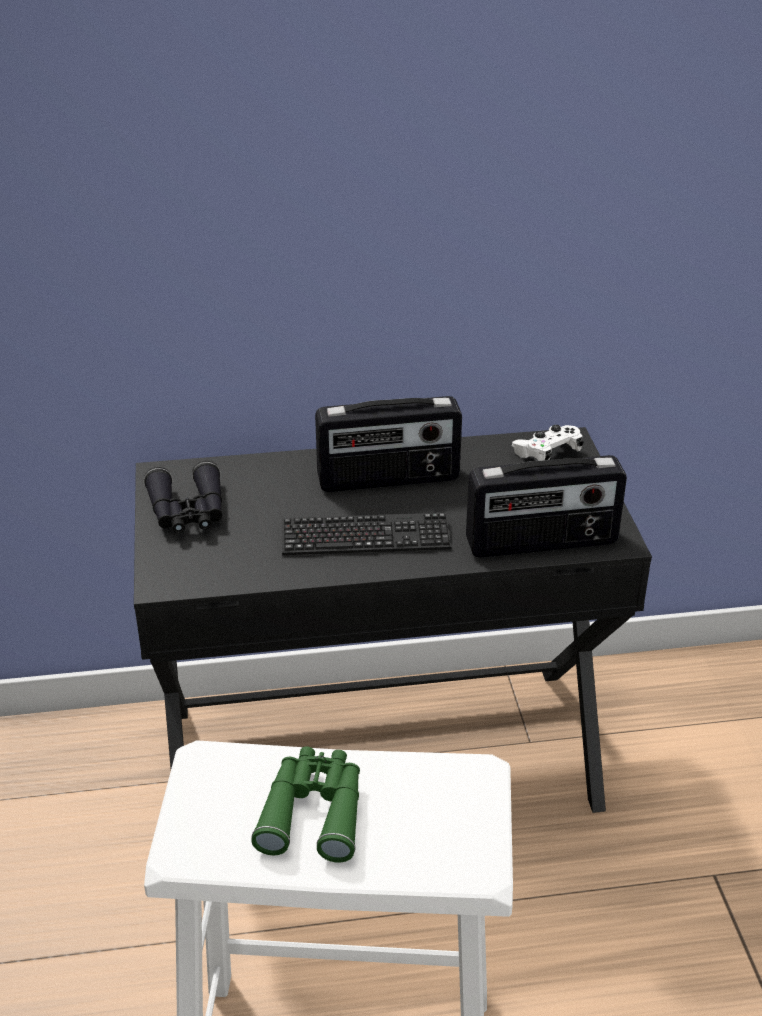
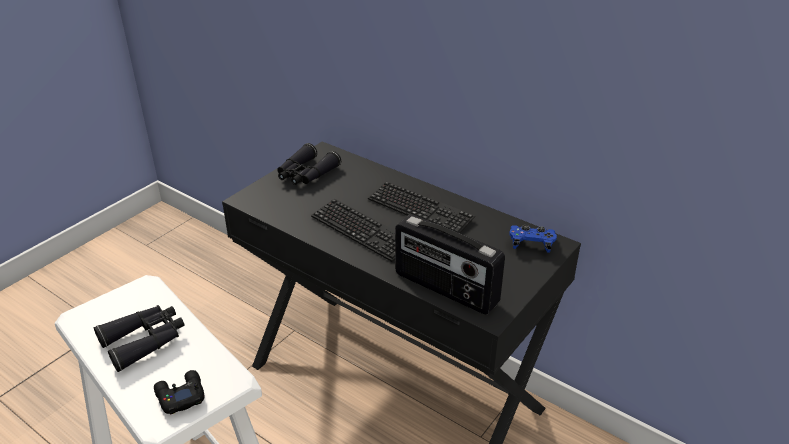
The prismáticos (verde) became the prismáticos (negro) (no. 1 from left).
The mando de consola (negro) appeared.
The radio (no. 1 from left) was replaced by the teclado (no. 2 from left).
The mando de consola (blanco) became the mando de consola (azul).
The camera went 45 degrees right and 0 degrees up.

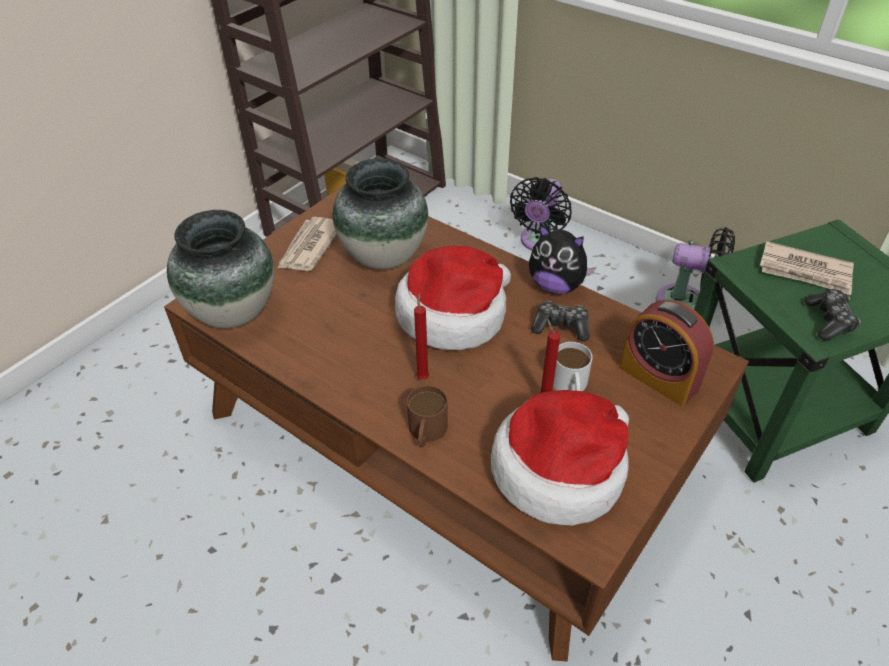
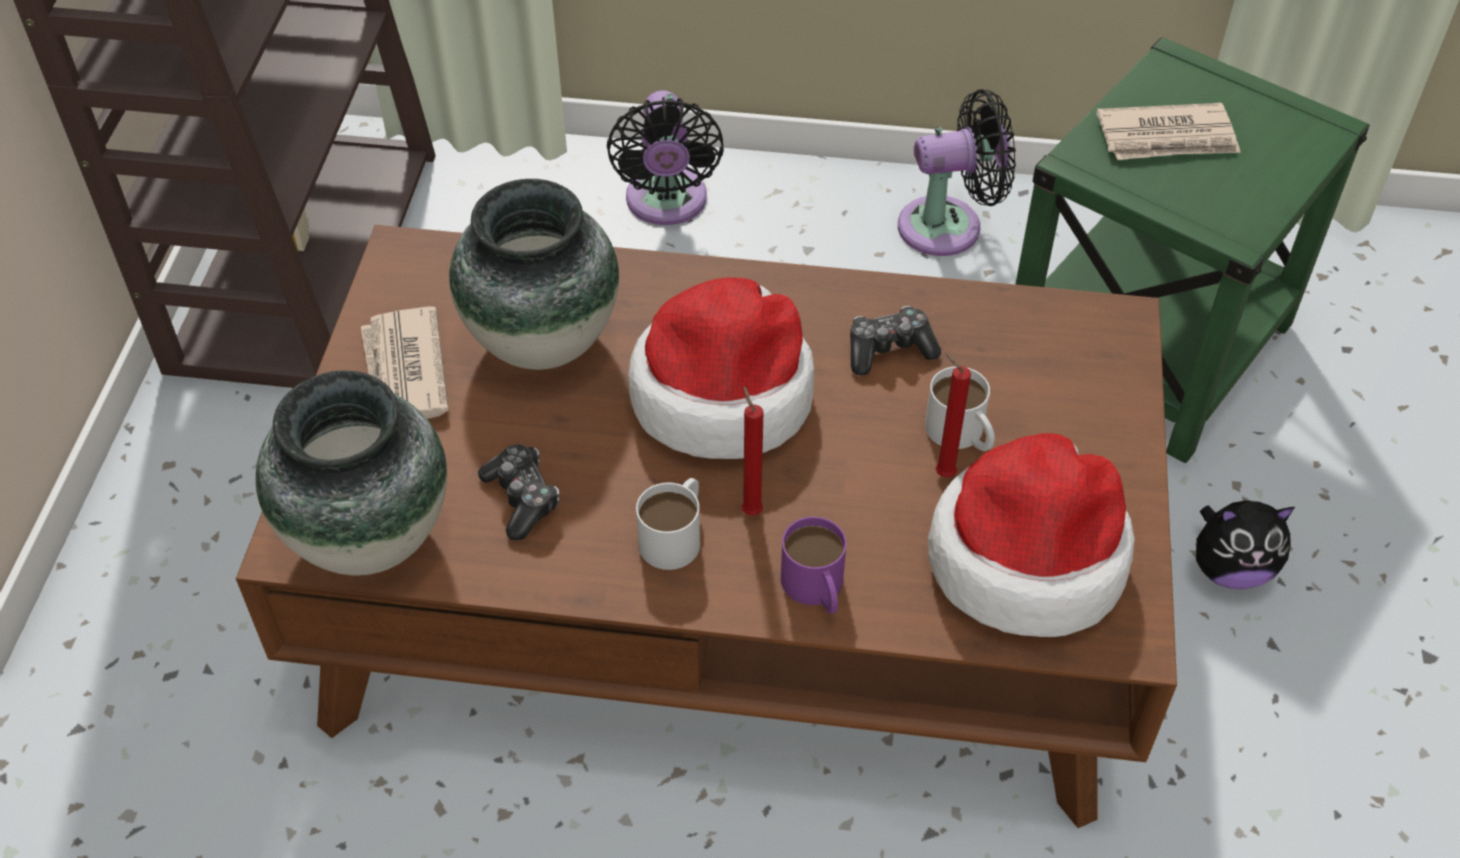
The mando de consola (no. 2 from left in the first image) moved.
The taza grande (blanco) (no. 1 from left) appeared.
The taza grande (marrón) became the taza grande (morado).
The peluche moved.
The despertador disappeared.
The camera went 30 degrees left and 5 degrees up.

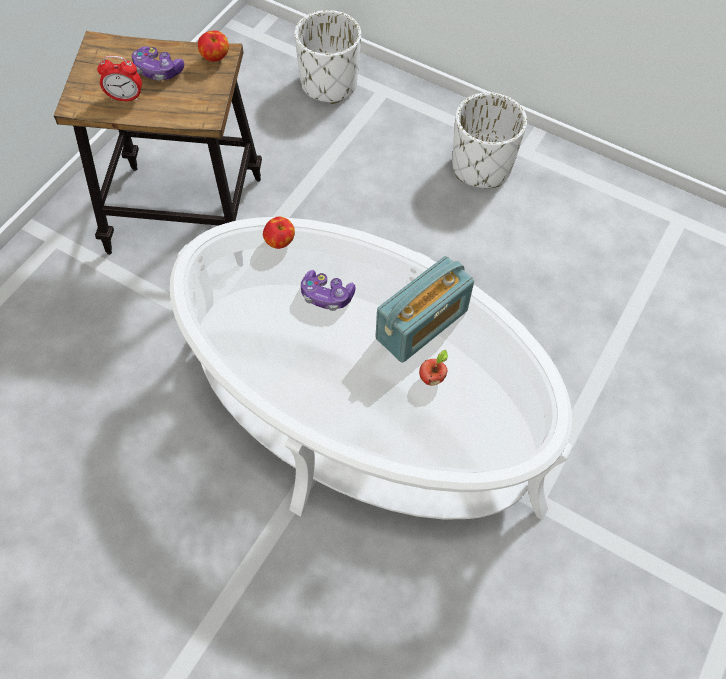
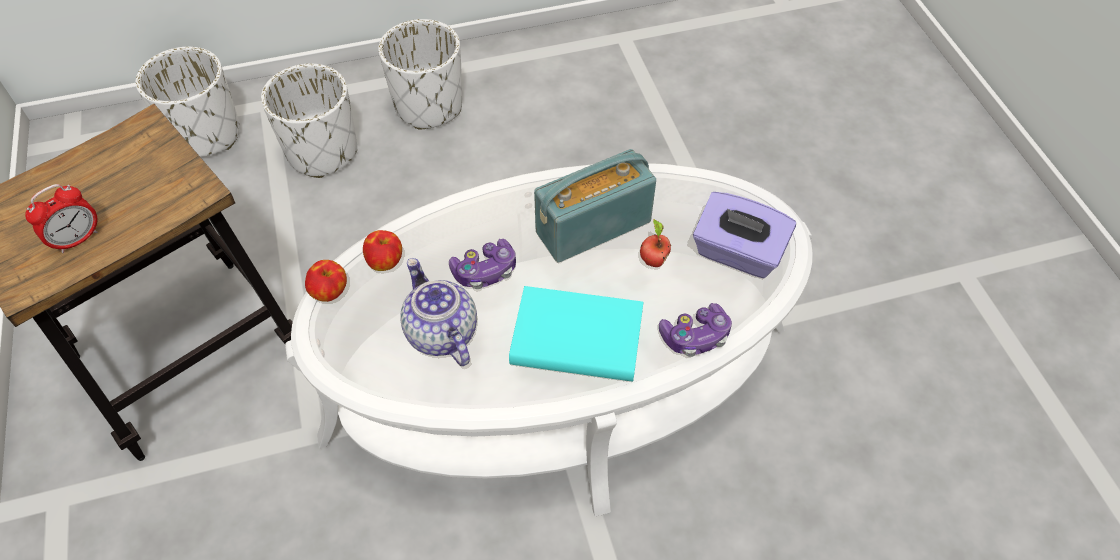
The maceta (blanco) (no. 2 from left) appeared.
The manzana (no. 1 from left) moved.
The tetera appeared.
The libro (turquesa) appeared.
The radio turned 120 degrees counterclockwise.
The mando de consola (no. 1 from left in the first image) moved.
The caja de pañuelos (morado) appeared.
The camera went 45 degrees left and 5 degrees down.

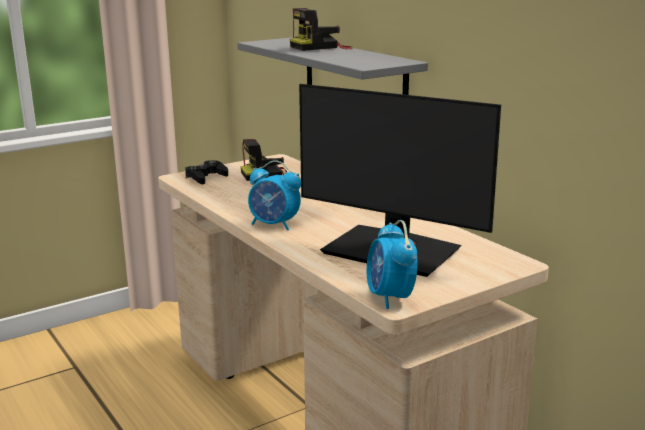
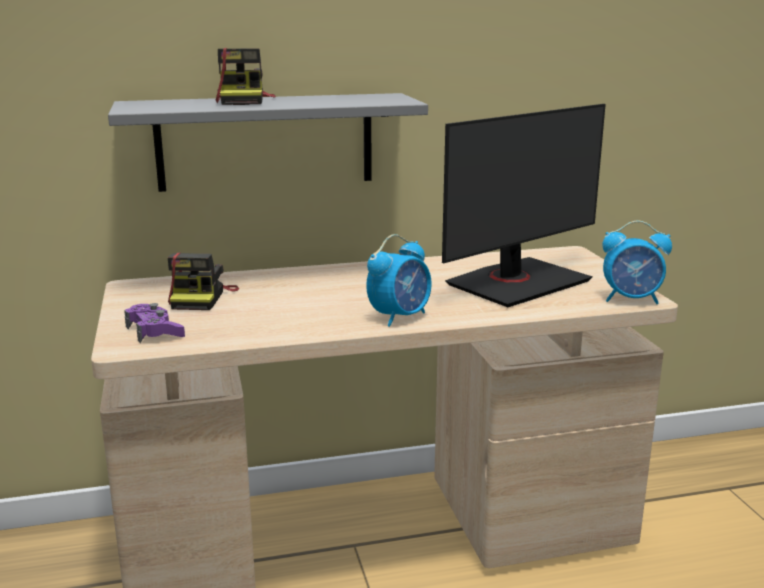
The mando de consola (negro) became the mando de consola (morado).
The camera went 70 degrees left and 0 degrees up.

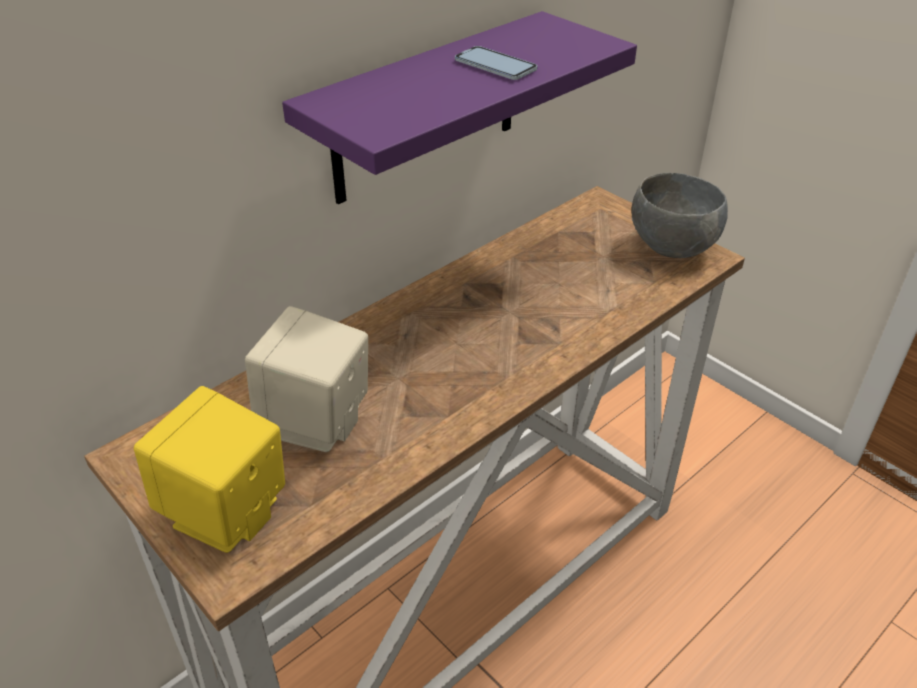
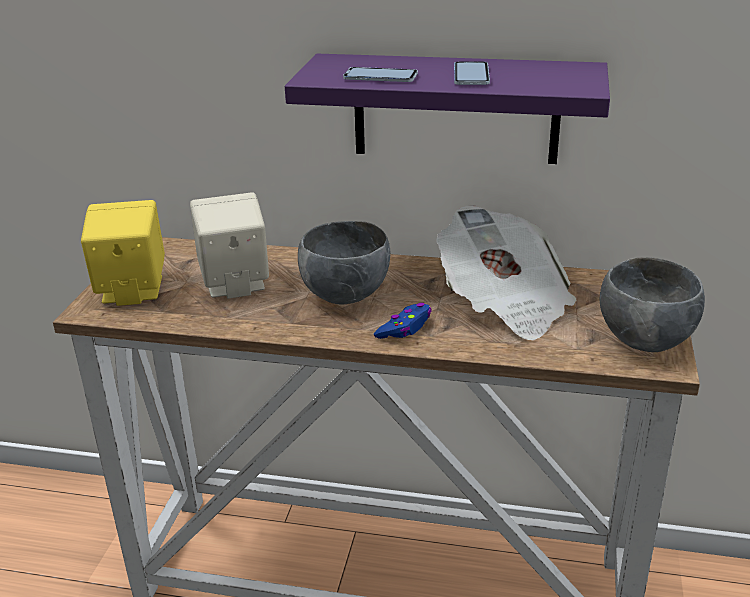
The cuenco (gris) (no. 1 from left) appeared.
The móvil (no. 1 from left) appeared.
The mando de consola (azul) appeared.
The periódico appeared.
The camera went 55 degrees right and 10 degrees down.

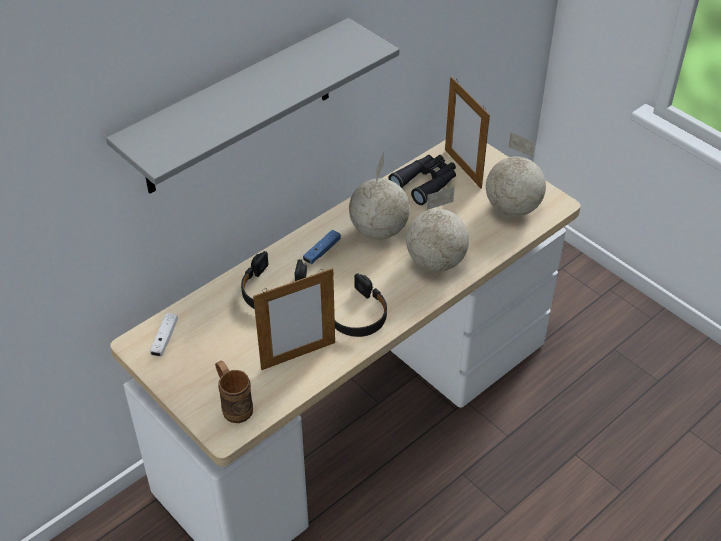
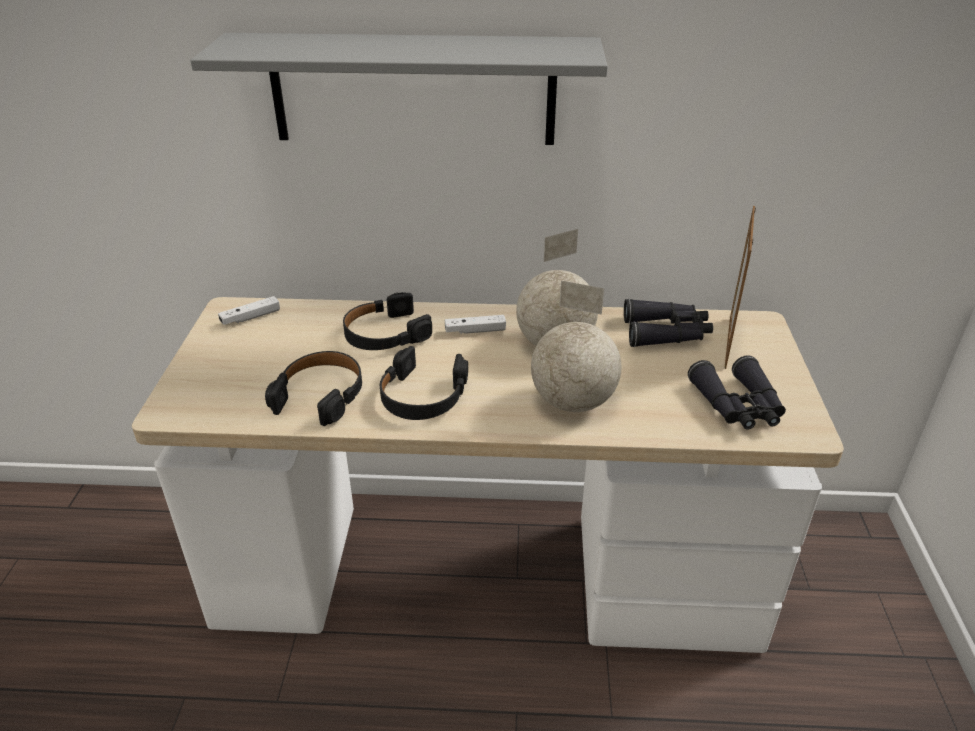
The portarretratos (no. 1 from left) was replaced by the auriculares (negro) (no. 1 from left).
The mando de consola (azul) became the mando de consola (blanco) (no. 2 from left).
The globo terráqueo (no. 3 from left) was replaced by the prismáticos (negro) (no. 2 from left).
The taza grande (marrón) disappeared.
The camera went 45 degrees right and 10 degrees down.

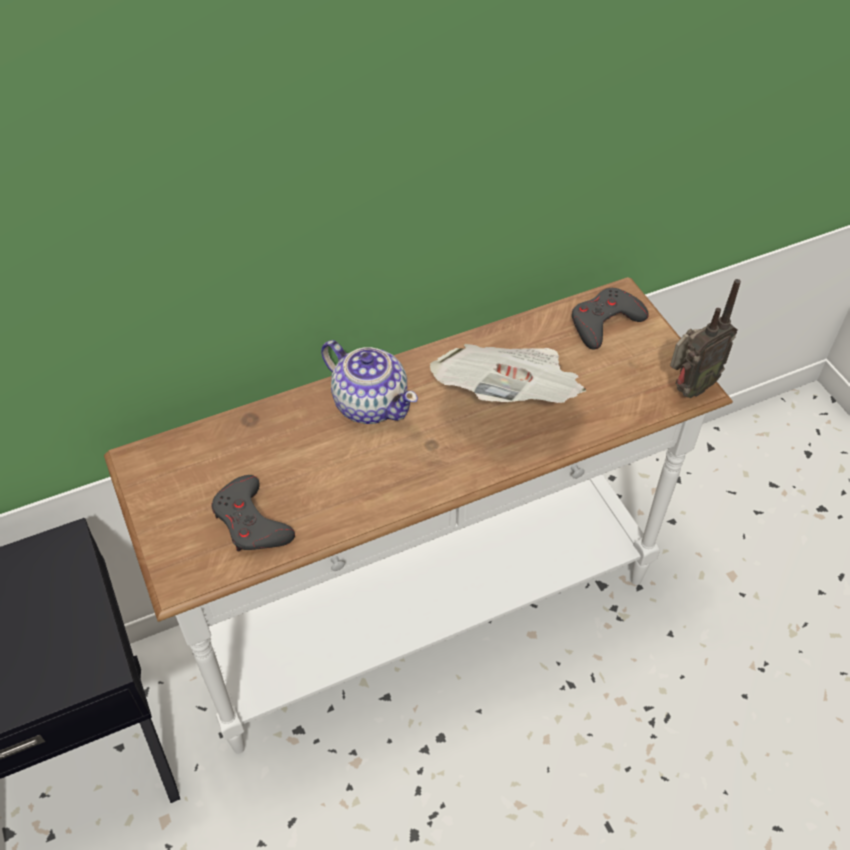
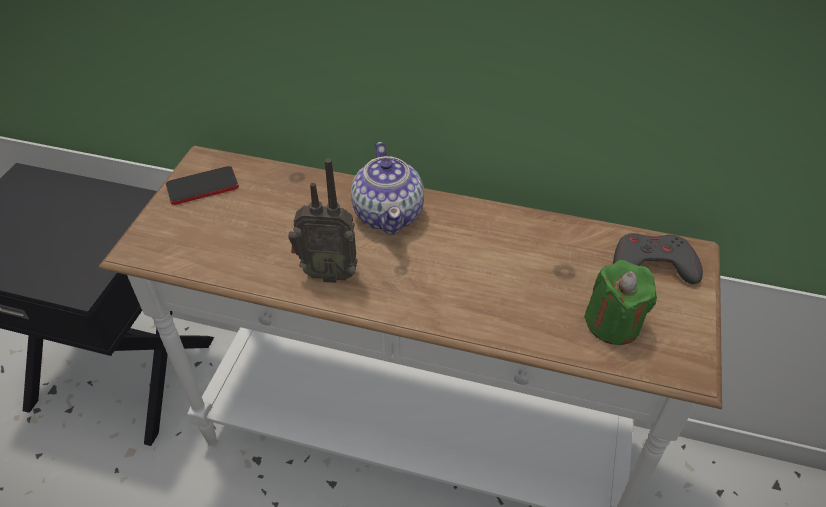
The móvil appeared.
The radio moved.
The vela (verde) appeared.
The mando de consola (gris) (no. 1 from left) disappeared.
The periódico disappeared.
The camera went 40 degrees right and 5 degrees down.

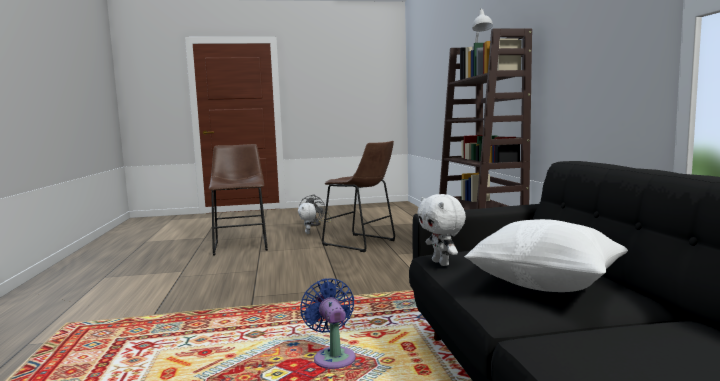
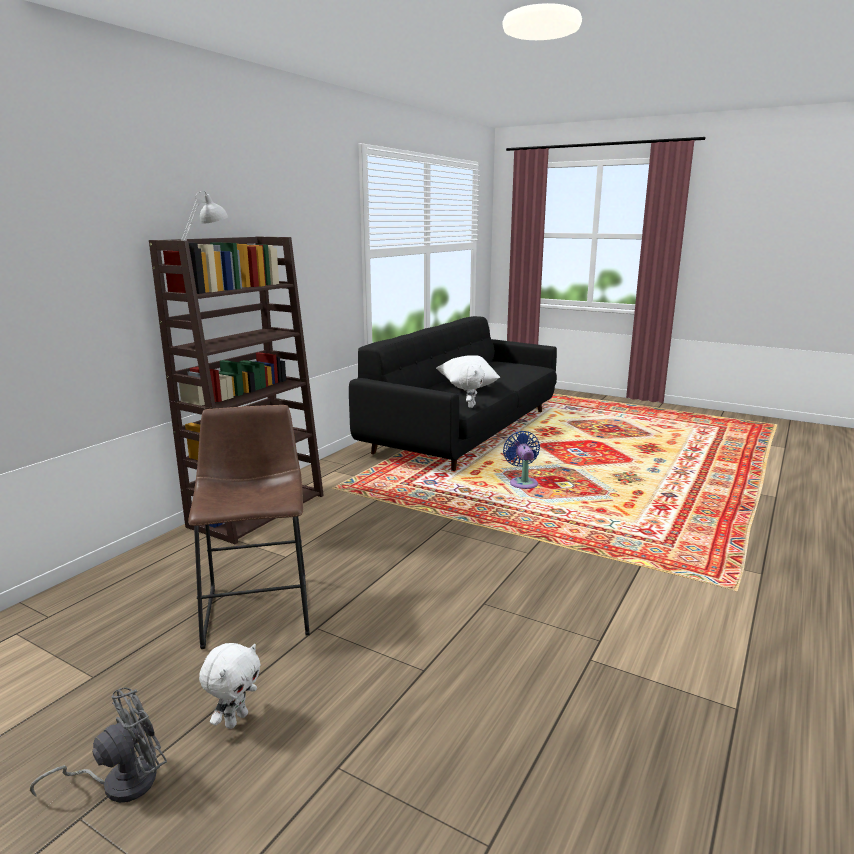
The ventilador (azul) turned 150 degrees clockwise.
The taburete (marrón) (no. 1 from left) disappeared.
The camera went 140 degrees left and 10 degrees up.

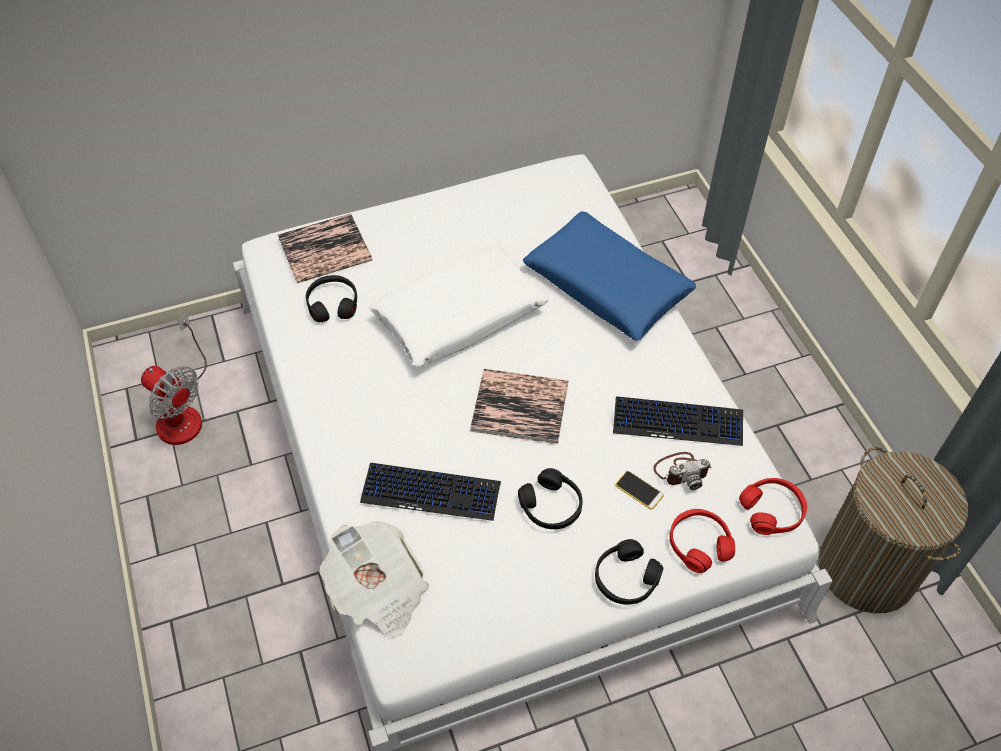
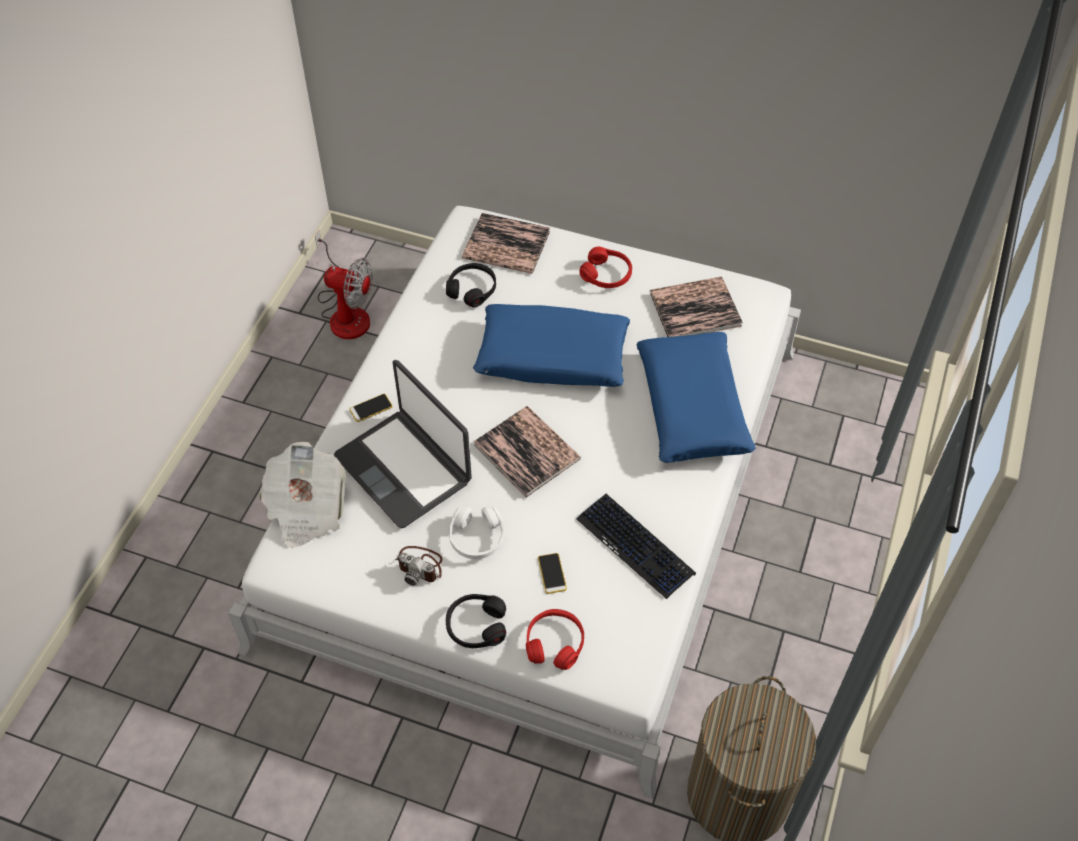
The ventilador turned 60 degrees counterclockwise.
The teclado (no. 1 from left) was replaced by the portátil.
The móvil (no. 1 from left) appeared.
The cámara moved.
The auriculares (negro) (no. 2 from left) became the auriculares (blanco).
The cojín (blanco) became the cojín (azul) (no. 1 from left).
The auriculares (rojo) (no. 2 from left) moved.
The libro (no. 3 from left) appeared.
The camera went 40 degrees right and 0 degrees up.

